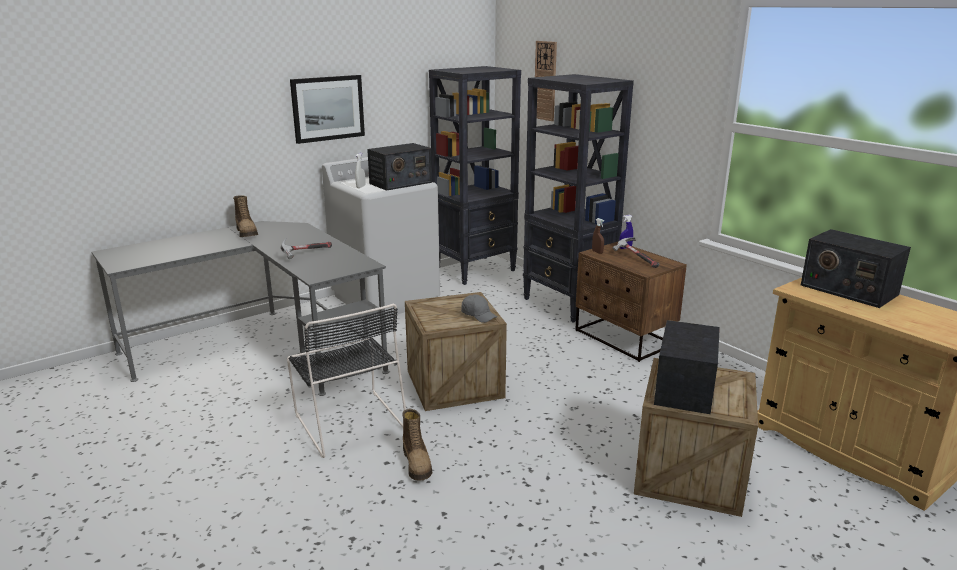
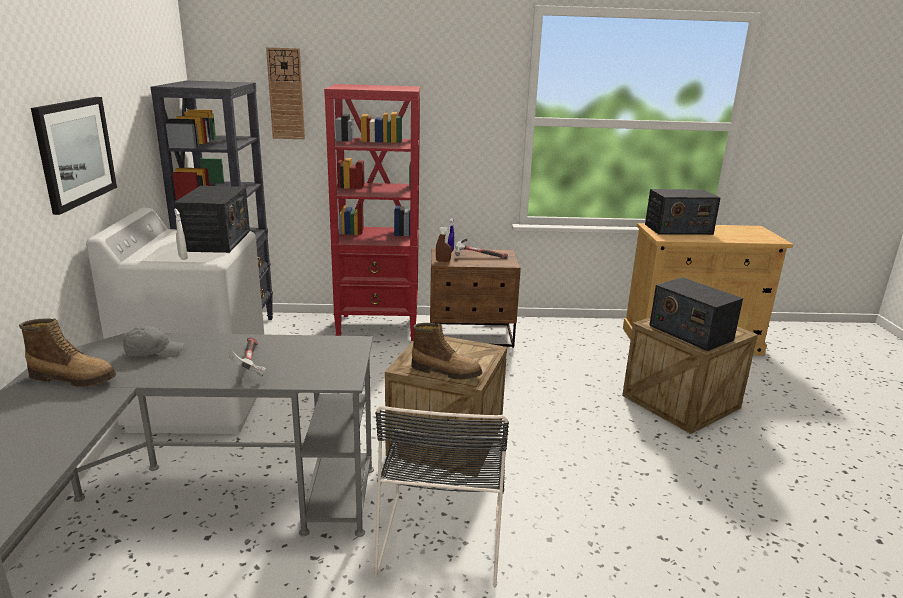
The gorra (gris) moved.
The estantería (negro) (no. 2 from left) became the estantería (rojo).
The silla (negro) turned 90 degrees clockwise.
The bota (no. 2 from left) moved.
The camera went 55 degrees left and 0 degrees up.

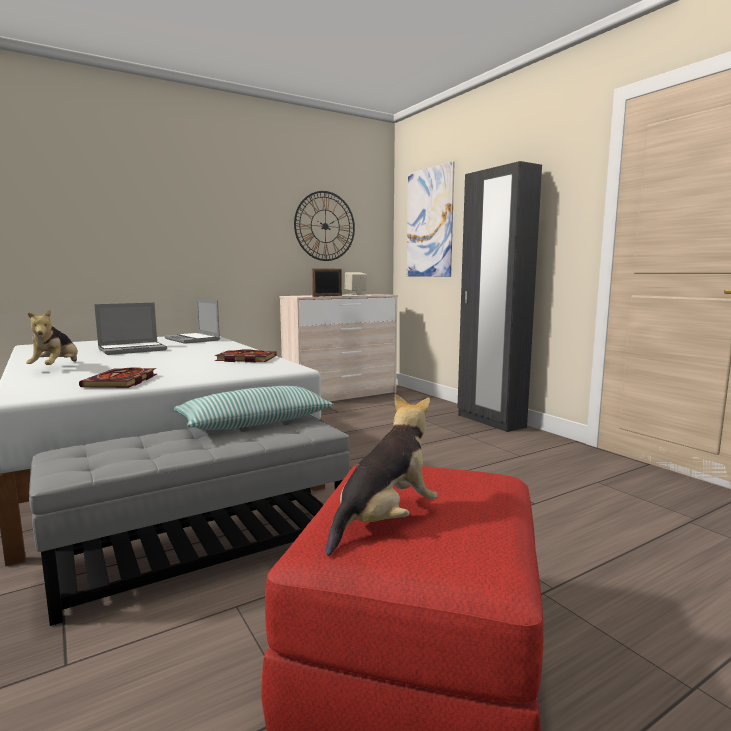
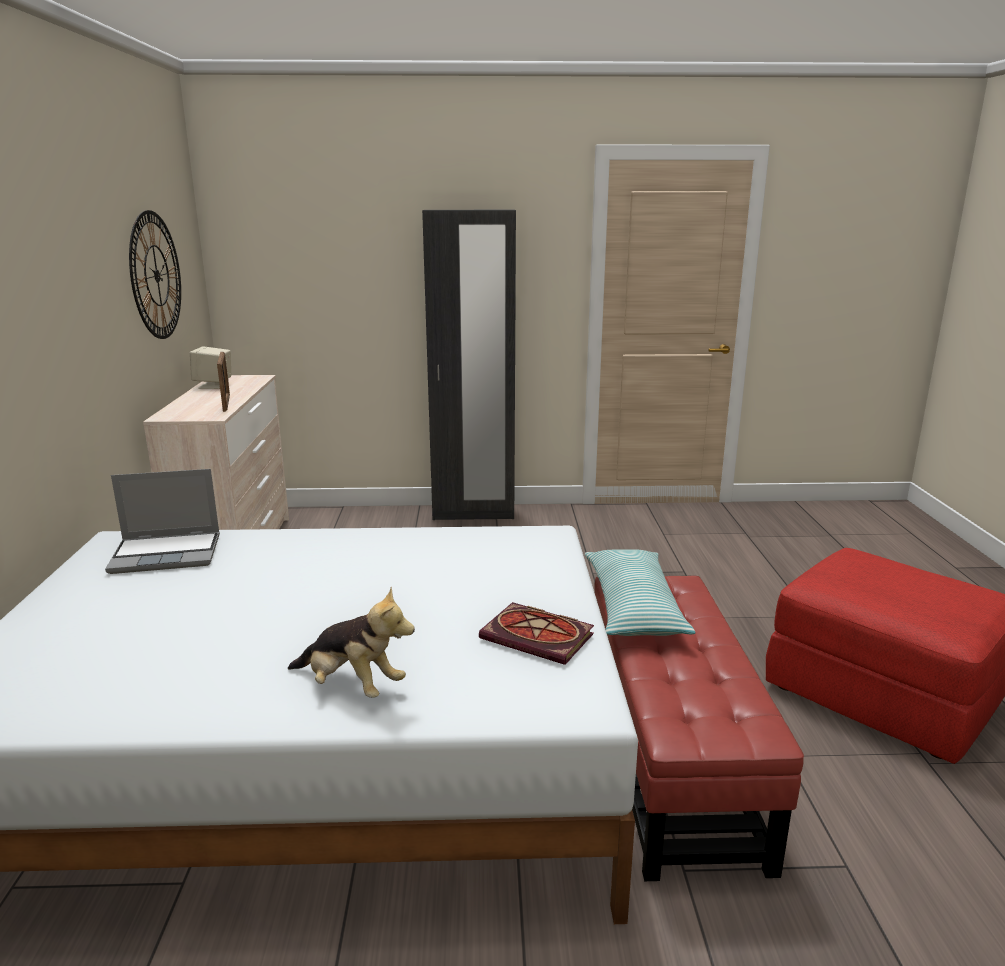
The puf (gris) became the puf (rojo) (no. 1 from left).
The portátil (no. 1 from left) disappeared.
The libro (no. 2 from left) disappeared.
The peluche (no. 2 from left) disappeared.
The cuadro disappeared.
The camera went 60 degrees left and 10 degrees up.

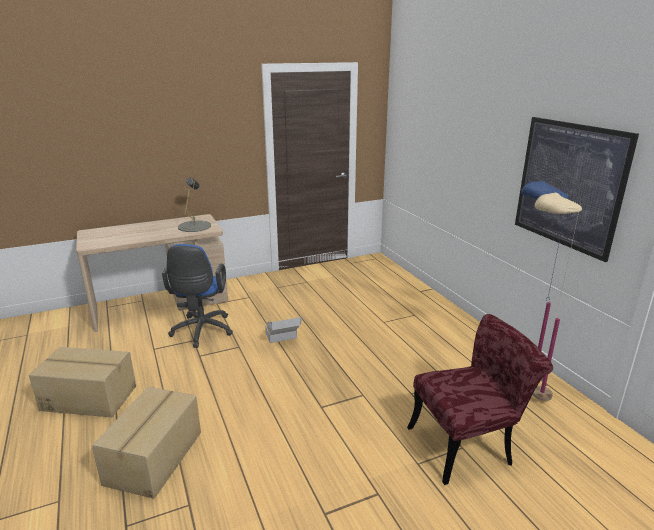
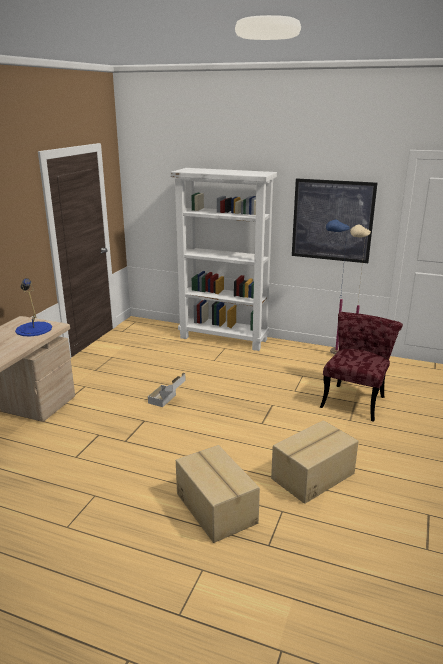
The lámpara de mesa (gris) became the lámpara de mesa (azul).
The estantería (blanco) appeared.
The caja de cartón (no. 1 from left in the first image) moved.
The silla de oficina (azul) disappeared.
The camera went 45 degrees left and 0 degrees up.

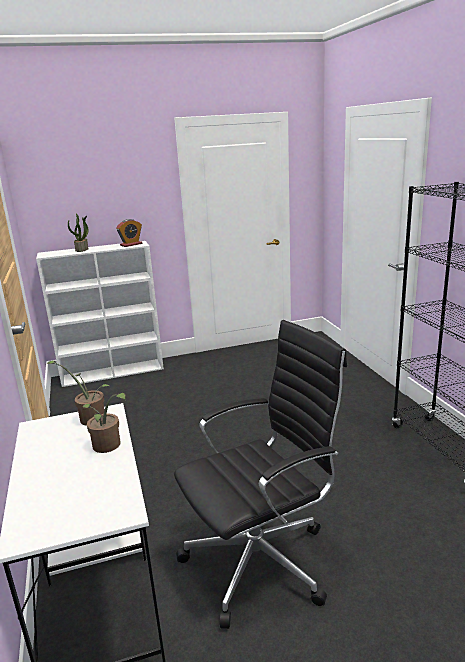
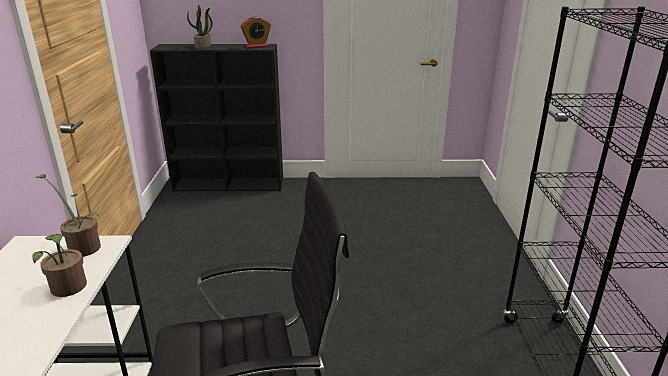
The estantería (blanco) became the estantería (negro) (no. 1 from left).
The camera went 15 degrees right and 5 degrees up.

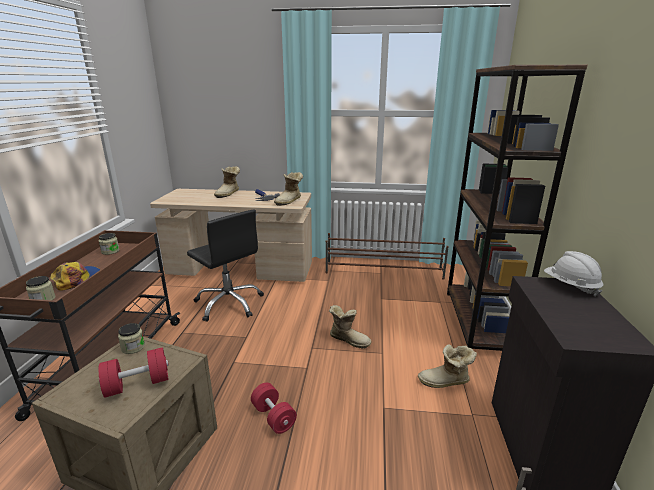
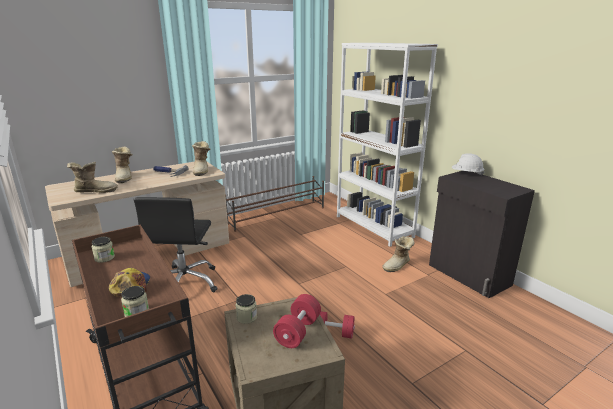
The bota (no. 3 from left in the first image) moved.
The silla de oficina (negro) turned 90 degrees clockwise.
The estantería (marrón) became the estantería (blanco).
The camera went 40 degrees left and 0 degrees up.

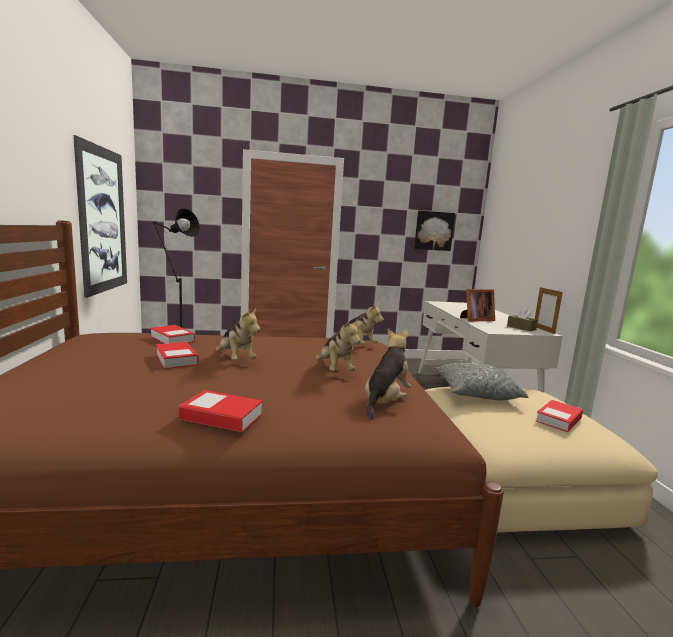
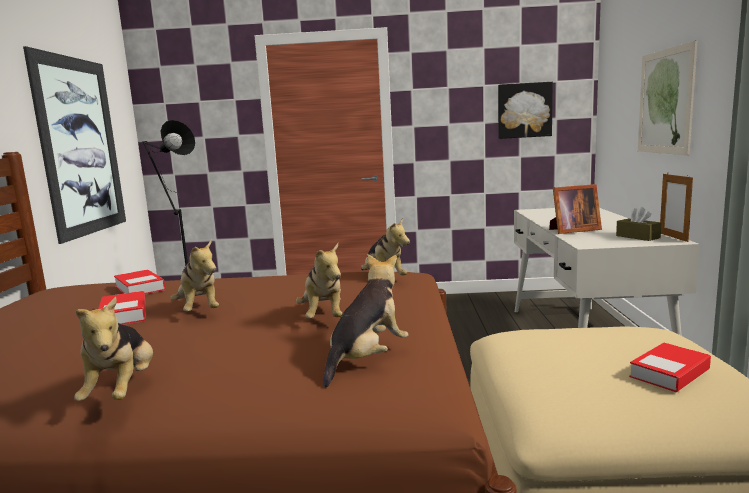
The libro (no. 3 from left) was replaced by the peluche (no. 1 from left).
The cuadro (no. 3 from left) appeared.
The cojín (gris) disappeared.
The camera went 10 degrees right and 0 degrees up.

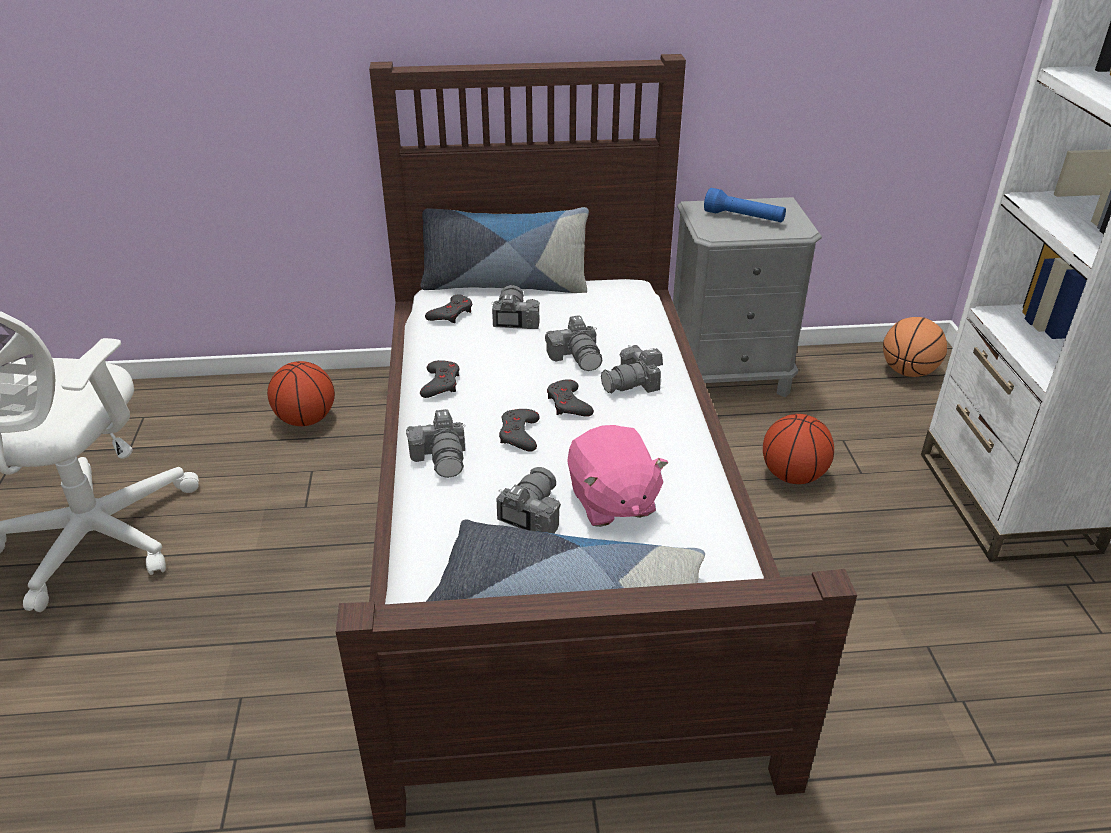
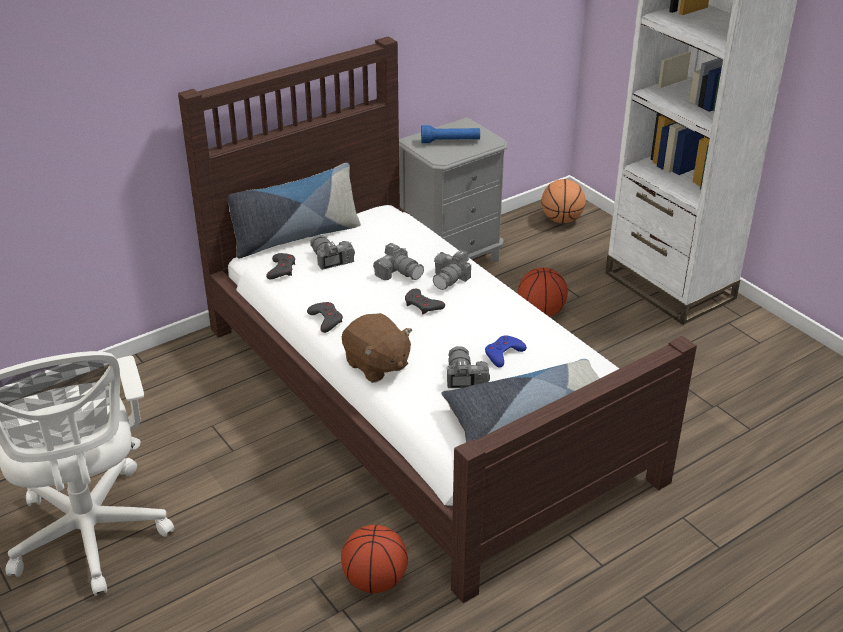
The balón de baloncesto (no. 1 from left) moved.
The cámara (no. 1 from left) was replaced by the peluche (marrón).
The peluche (rosa) was replaced by the mando de consola (azul).
The mando de consola (gris) (no. 3 from left) disappeared.
The camera went 30 degrees left and 0 degrees up.

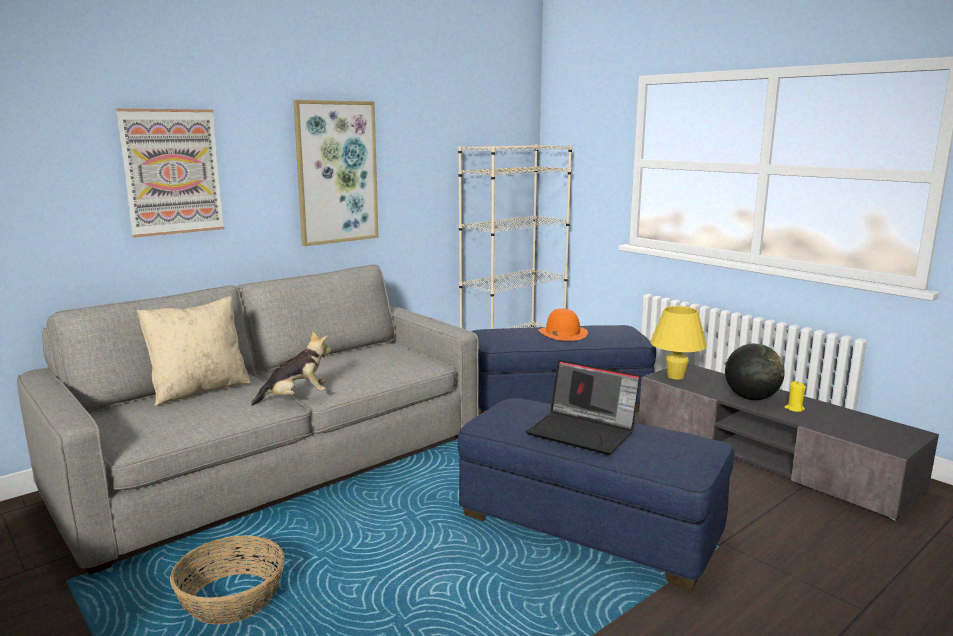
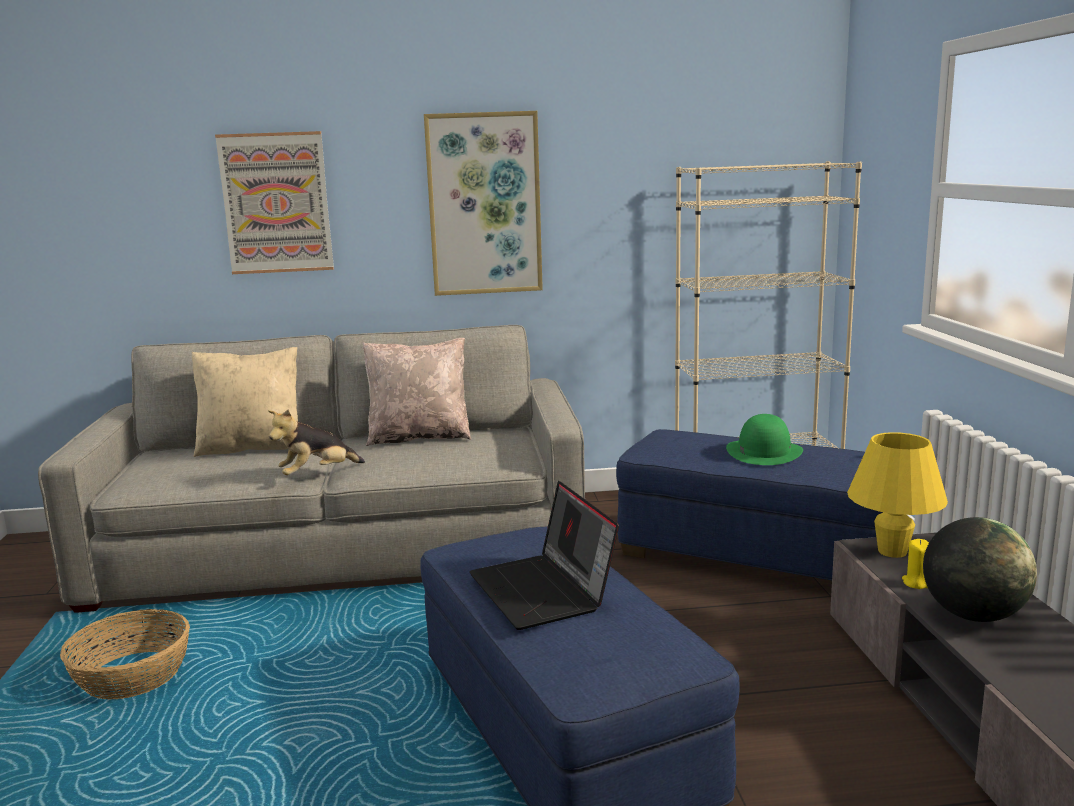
The peluche turned 135 degrees clockwise.
The cojín (beis) (no. 2 from left) appeared.
The sombrero (naranja) became the sombrero (verde).
The vela (amarillo) moved.
The camera went 35 degrees right and 0 degrees up.

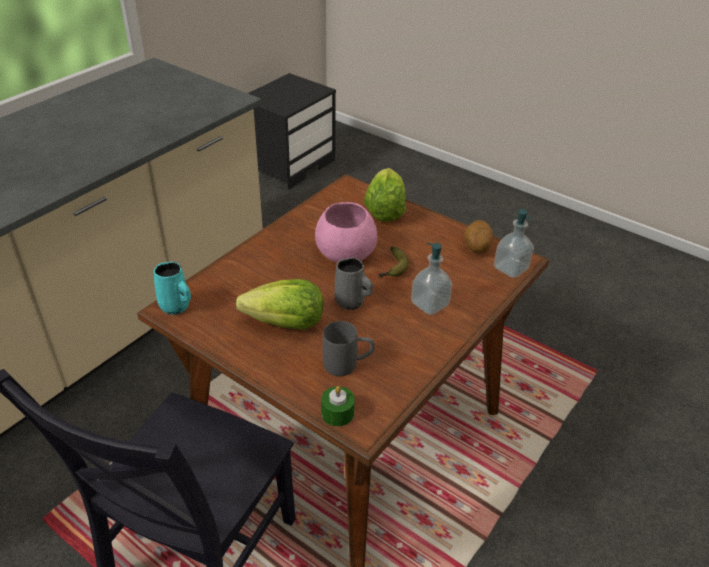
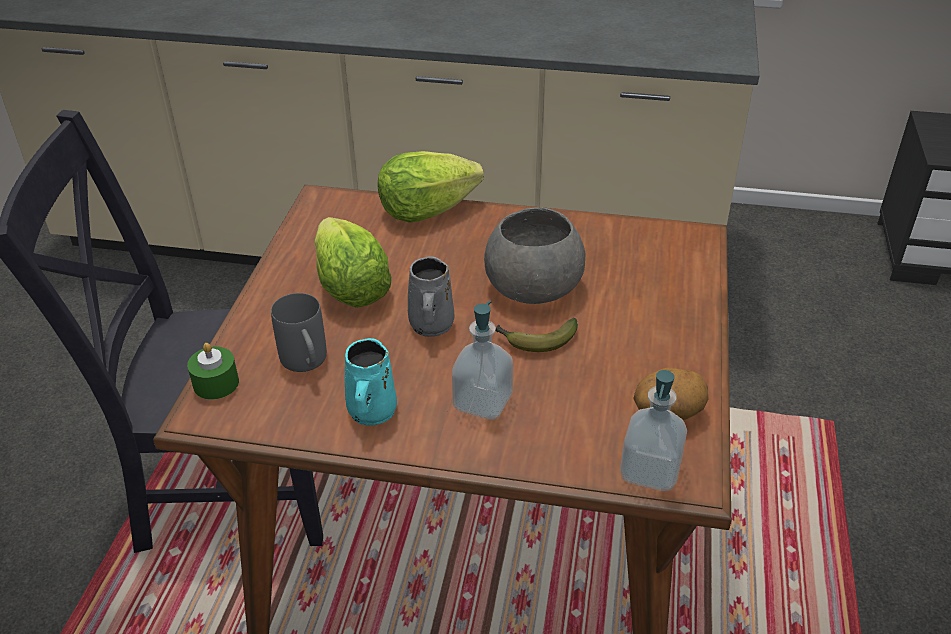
The taza grande (turquesa) moved.
The lechuga (no. 2 from left) moved.
The cuenco (rosa) became the cuenco (gris).
The camera went 65 degrees right and 0 degrees up.

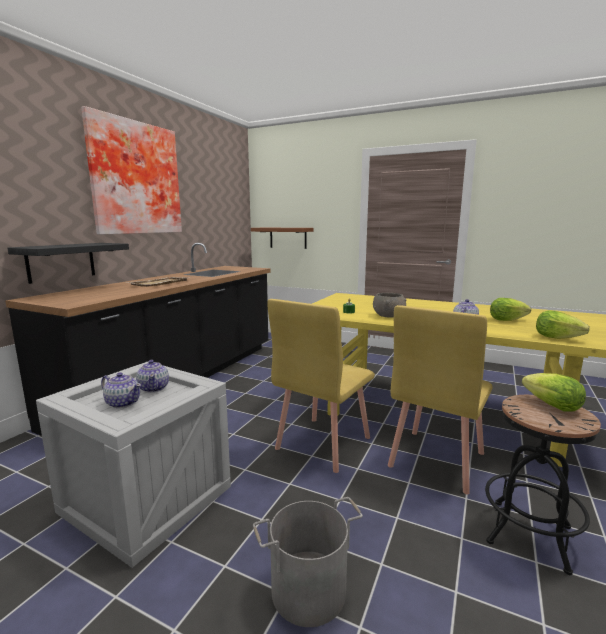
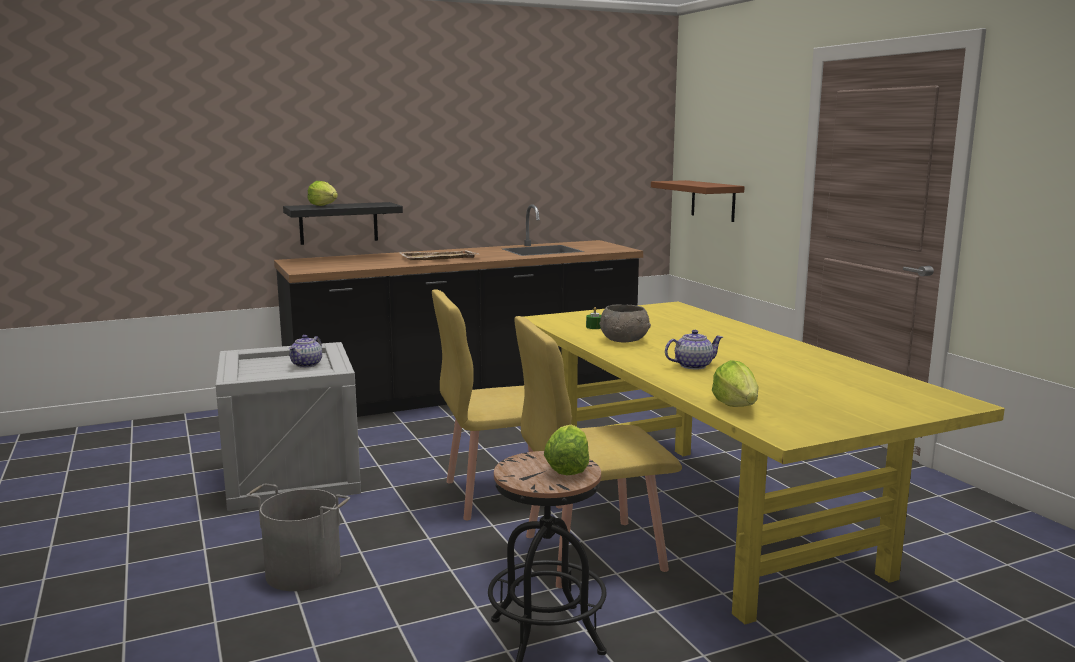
The lechuga (no. 1 from left) moved.
The cuadro disappeared.
The tetera (no. 1 from left) disappeared.
The camera went 40 degrees right and 0 degrees up.

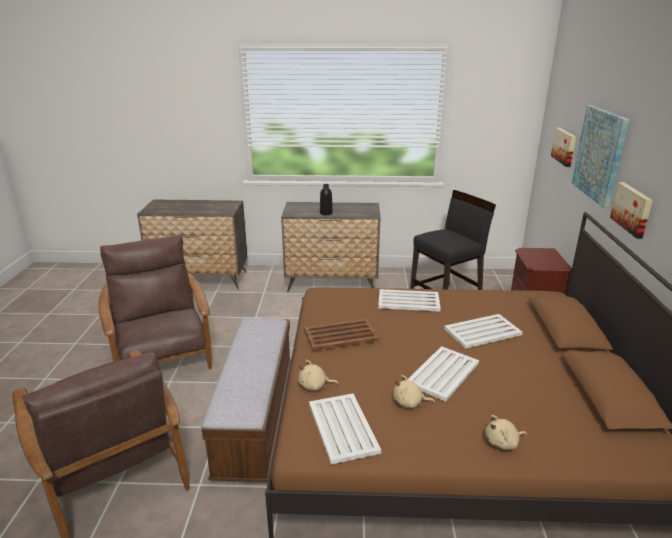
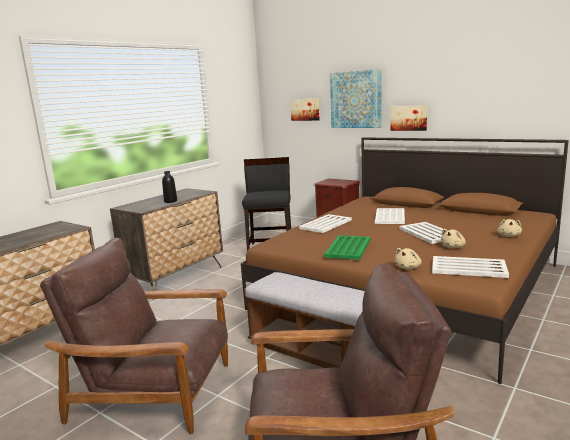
The bandeja (marrón) became the bandeja (verde).
The camera went 55 degrees left and 10 degrees down.

